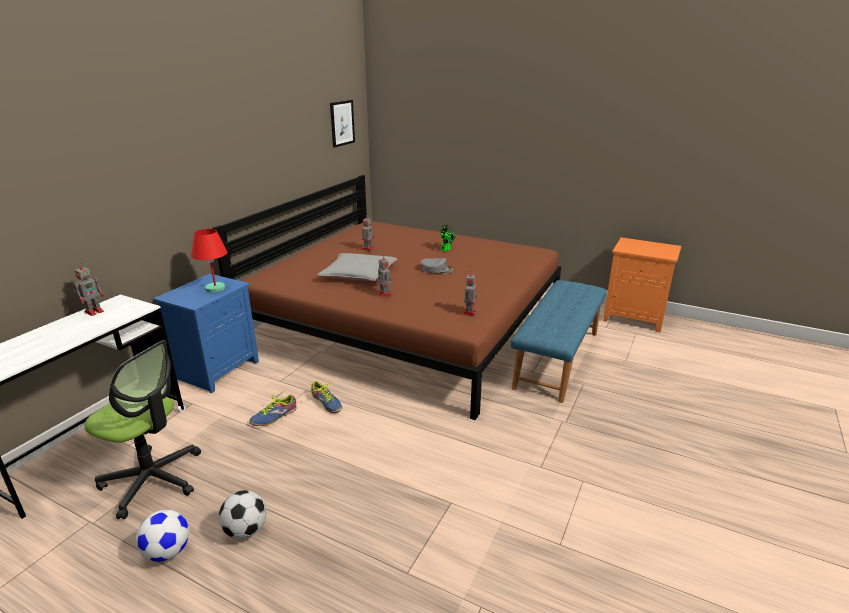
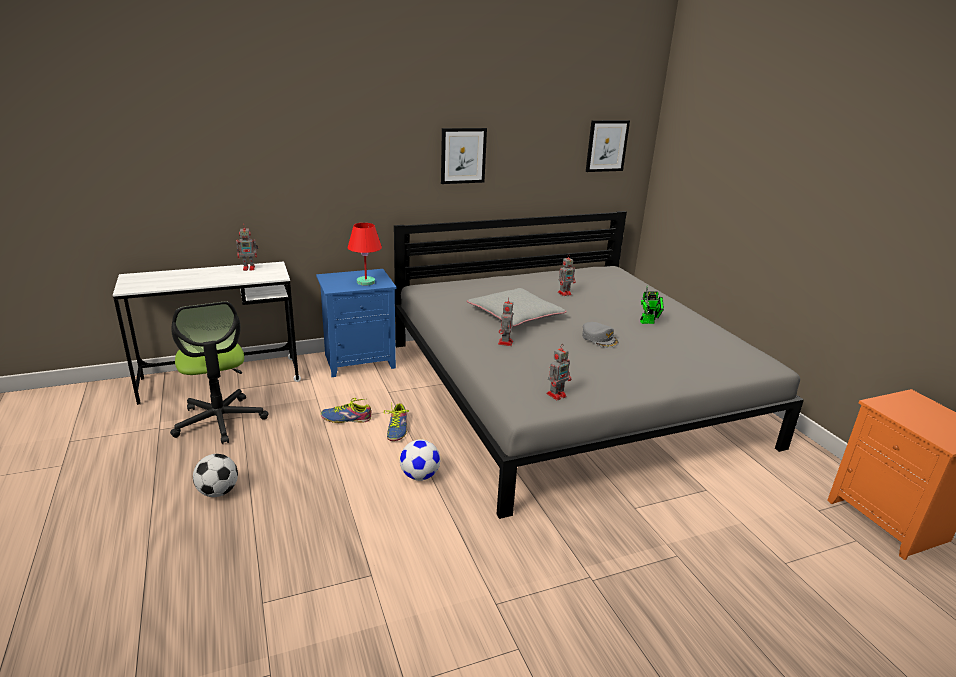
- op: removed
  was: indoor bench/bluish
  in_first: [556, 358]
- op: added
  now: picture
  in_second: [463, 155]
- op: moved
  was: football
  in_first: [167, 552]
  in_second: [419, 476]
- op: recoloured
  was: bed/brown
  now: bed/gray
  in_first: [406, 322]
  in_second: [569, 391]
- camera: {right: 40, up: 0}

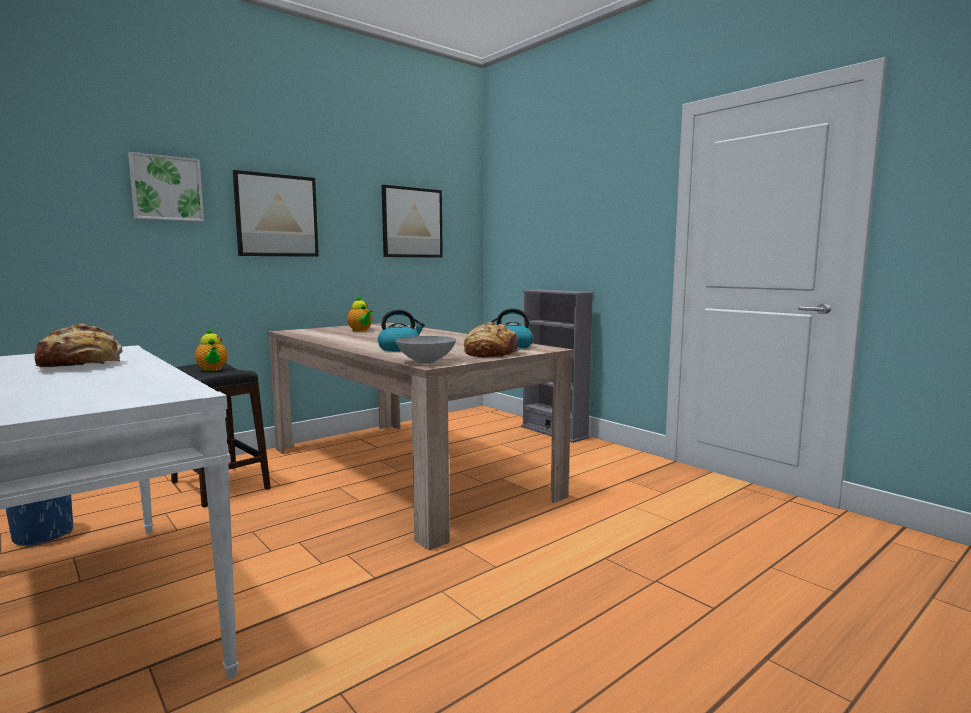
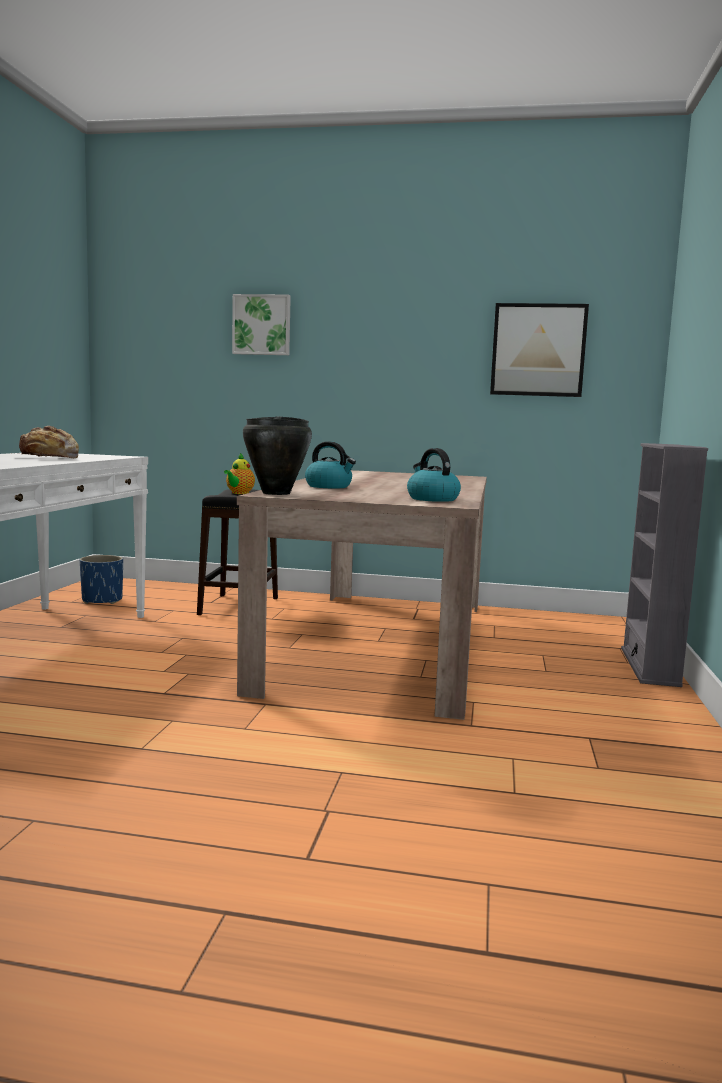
- op: removed
  was: picture
  in_first: [277, 215]
- op: removed
  was: pot for tea
  in_first: [361, 330]
- op: removed
  was: bread
  in_first: [490, 353]
- op: replaced
  was: serving bowl/gray
  now: saucepot/black-coloured
  in_first: [426, 361]
  in_second: [276, 493]
- camera: {right: 50, up: 0}

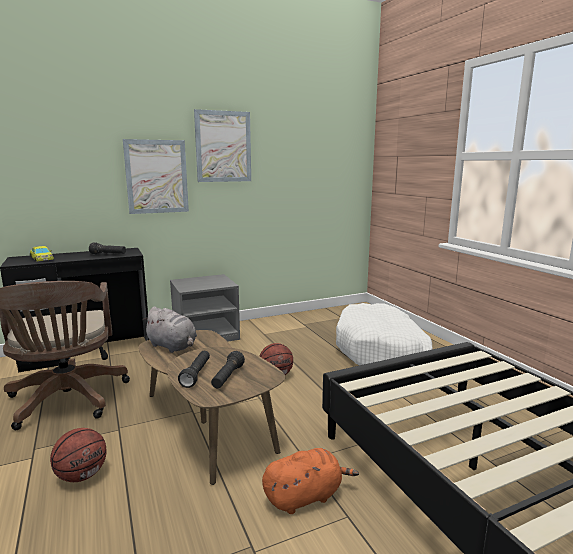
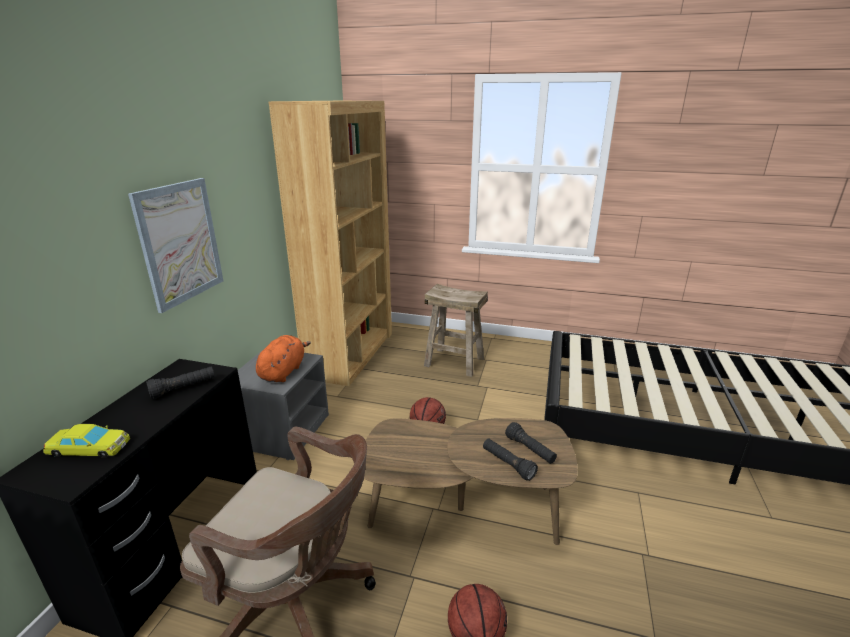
- op: removed
  was: soft toy/gray
  in_first: [173, 346]
- op: removed
  was: picture
  in_first: [223, 146]
- op: added
  now: shelving unit/brown
  in_second: [351, 354]
- op: moved
  was: soft toy/orange-coloured
  in_first: [305, 496]
  in_second: [283, 372]
- op: replaced
  was: dog bed/white
  now: stool/sand-coloured
  in_first: [382, 351]
  in_second: [453, 362]
- camera: {right: -50, up: 10}

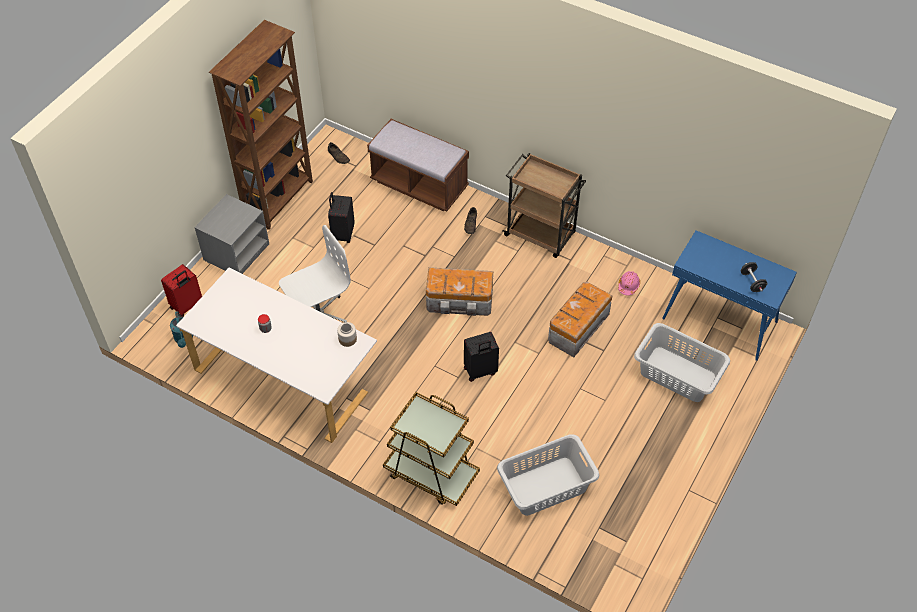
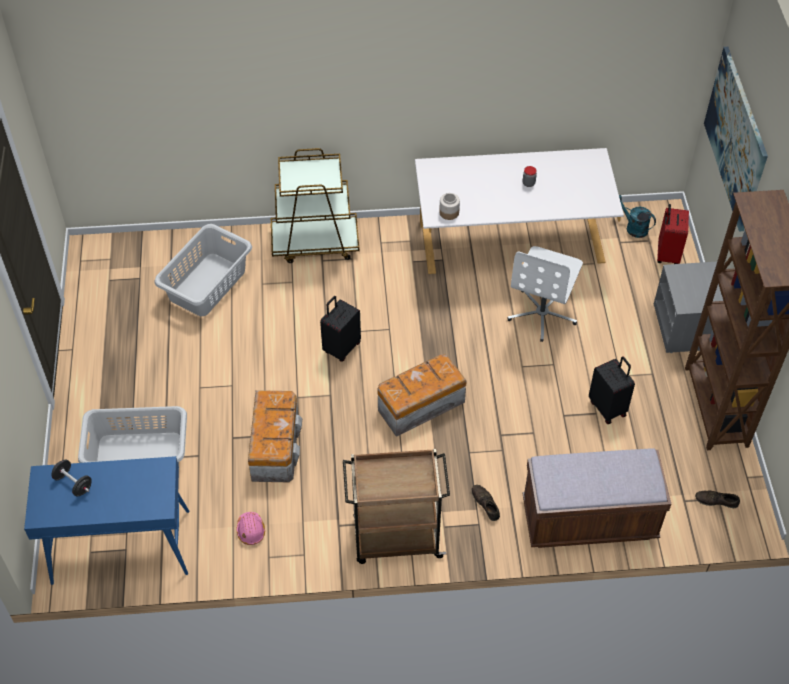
- op: added
  now: picture
  in_second: [735, 138]
- camera: {right: 145, up: 0}

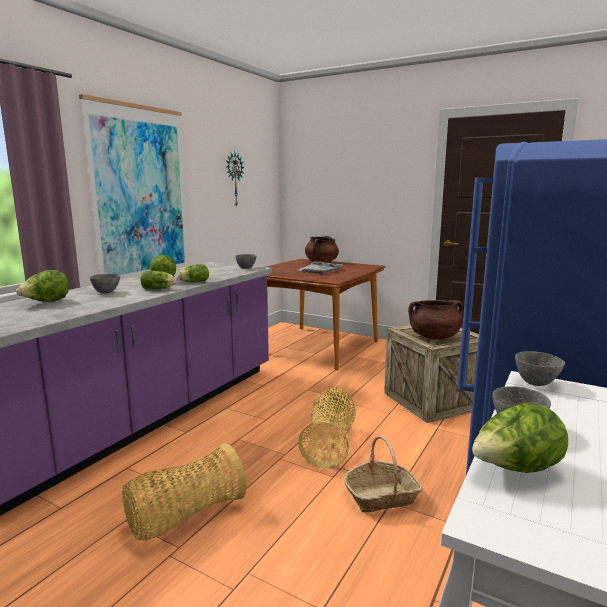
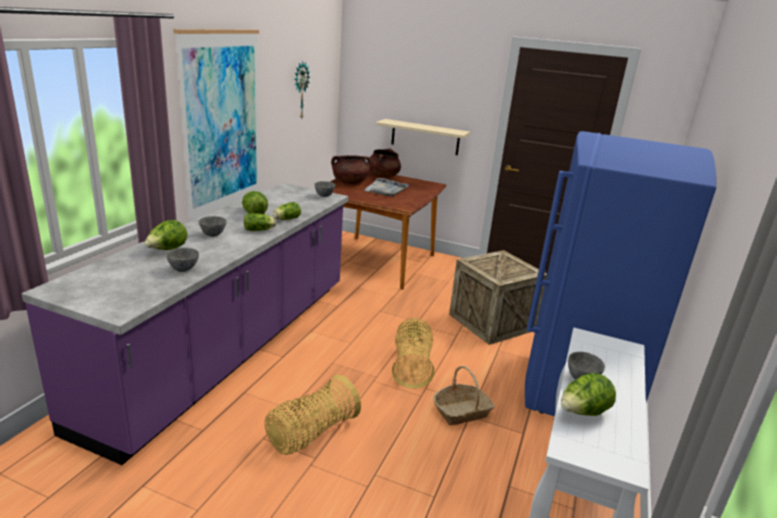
- op: added
  now: shelf/sand-coloured
  in_second: [425, 137]
- op: moved
  was: saucepot/brown
  in_first: [434, 337]
  in_second: [350, 182]
- op: moved
  was: serving bowl/gray
  in_first: [535, 383]
  in_second: [183, 269]
- camera: {right: -10, up: 10}

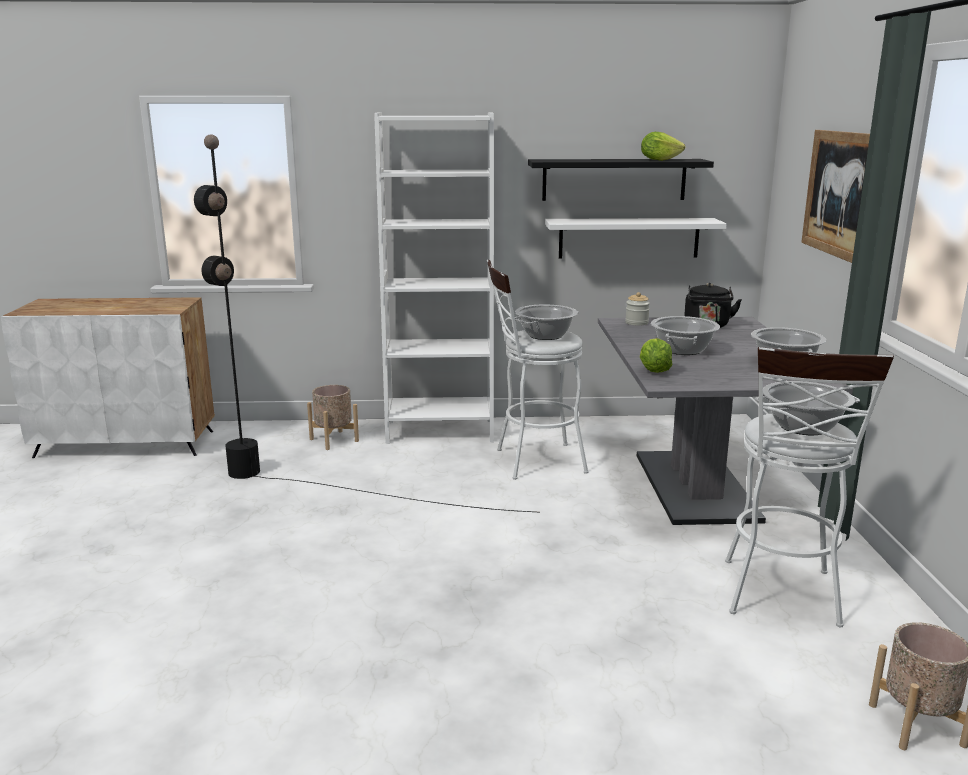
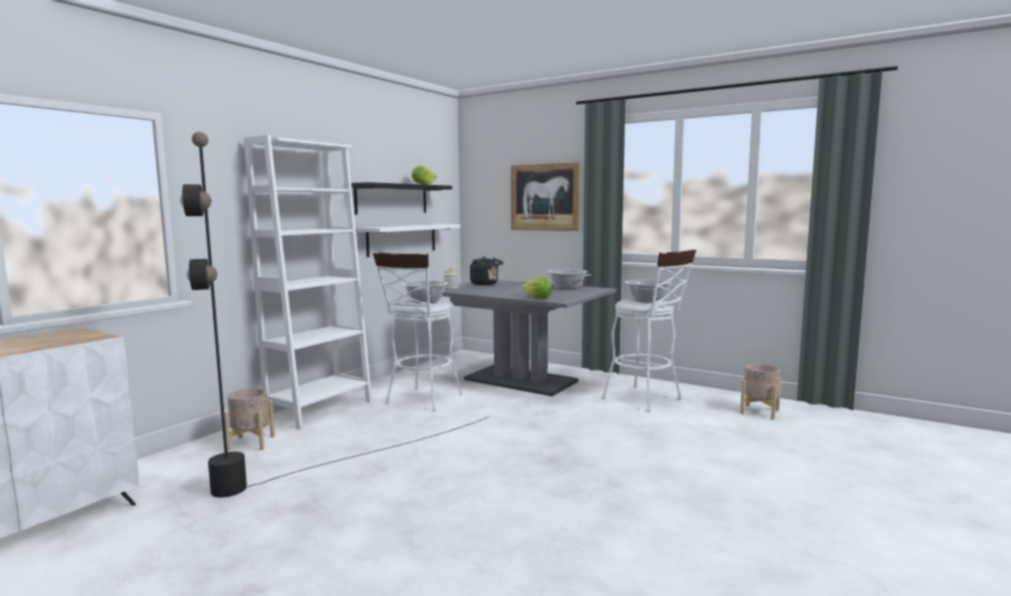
- op: removed
  was: saucepot
  in_first: [683, 350]
- camera: {right: -55, up: -10}

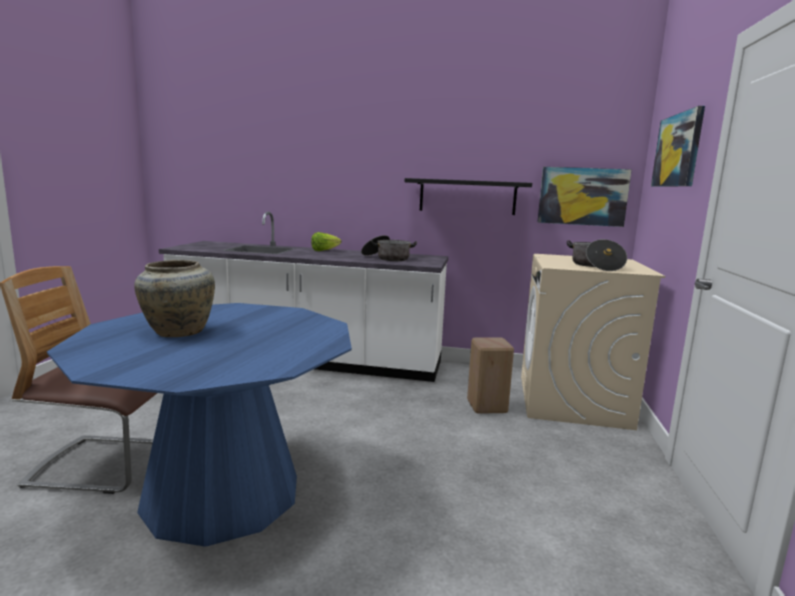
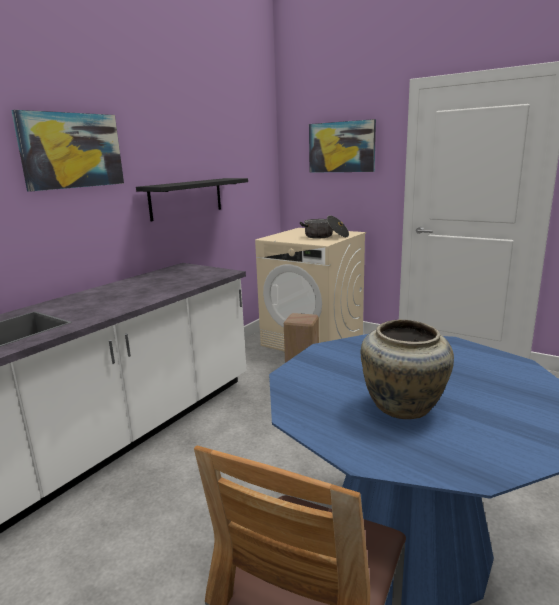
- op: removed
  was: head of lettuce
  in_first: [324, 250]
- op: removed
  was: saucepot
  in_first: [386, 258]
- op: moved
  was: picture
  in_first: [582, 196]
  in_second: [72, 150]
- camera: {right: -65, up: 5}

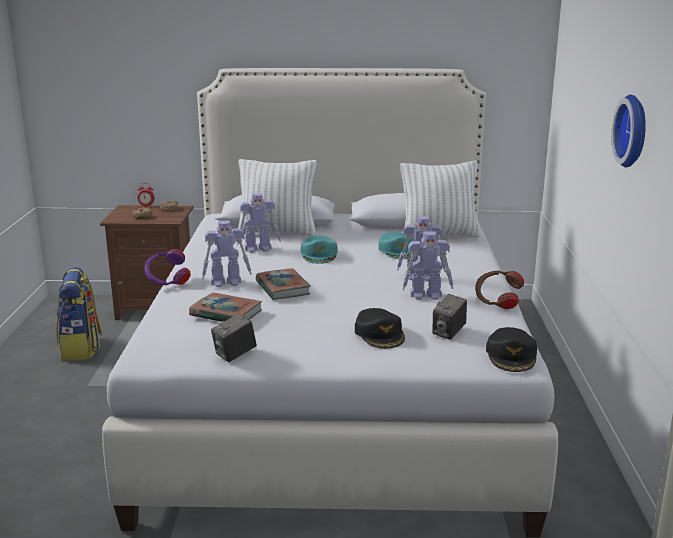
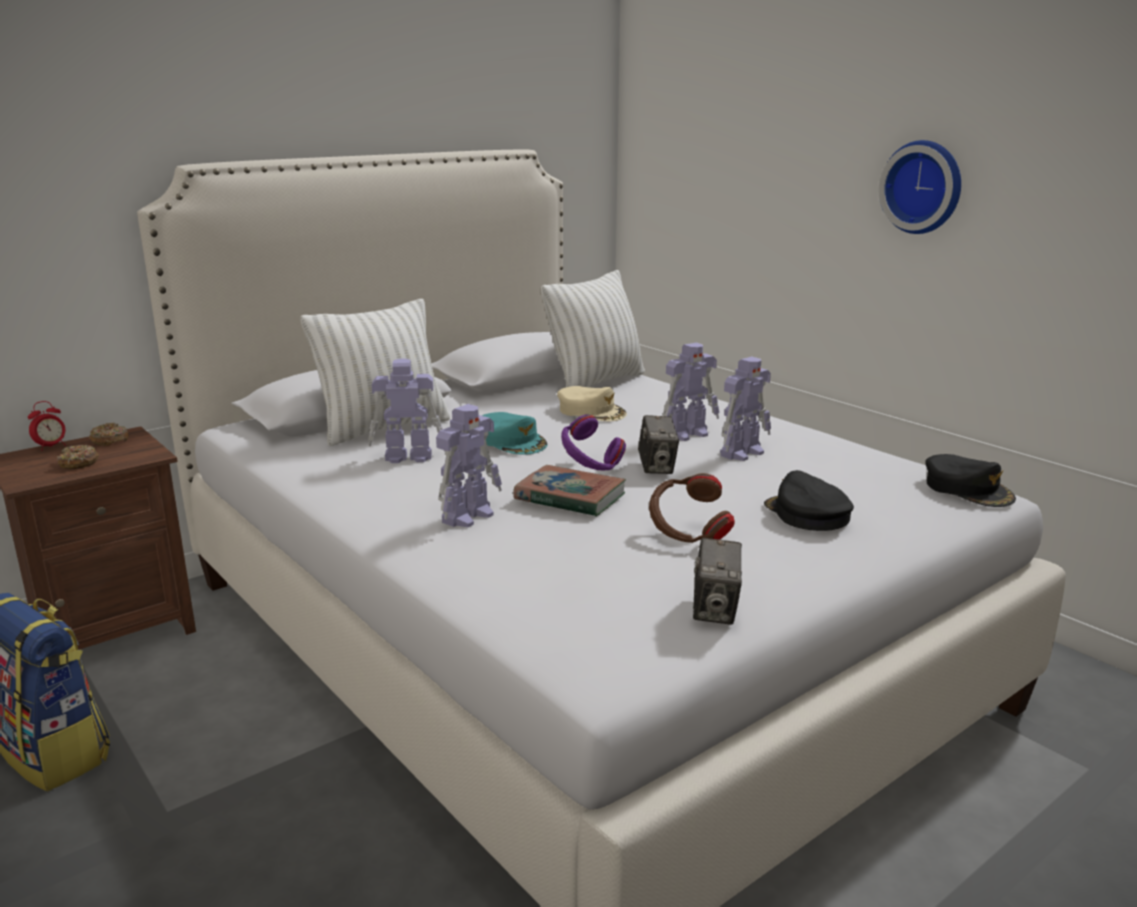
- op: removed
  was: volume
  in_first: [226, 313]
- op: moved
  was: headphones/purple
  in_first: [167, 282]
  in_second: [591, 468]
- op: moved
  was: still camera
  in_first: [448, 333]
  in_second: [657, 468]
- op: moved
  was: headphones/brown
  in_first: [497, 303]
  in_second: [688, 536]
- op: recoloured
  was: baseball cap/turquoise-coloured
  now: baseball cap/sand-coloured
  in_first: [397, 251]
  in_second: [591, 411]
- op: turned
  was: toy robot
  in_first: [259, 249]
  in_second: [407, 457]
  clockwise: -135
- op: turned
  was: baseball cap/black-coloured
  in_first: [380, 334]
  in_second: [806, 514]
  clockwise: -150
- camera: {right: -40, up: 0}

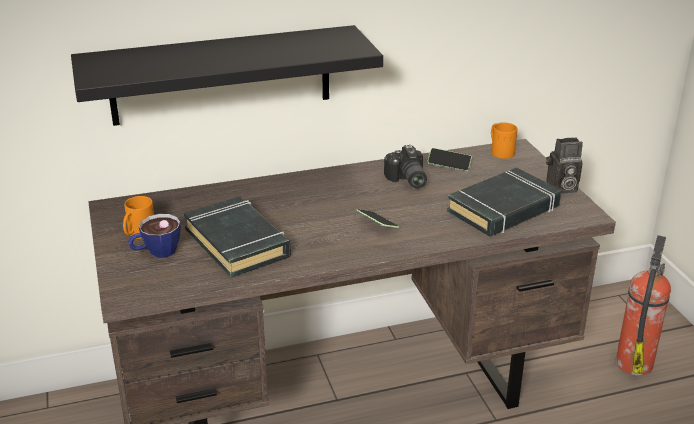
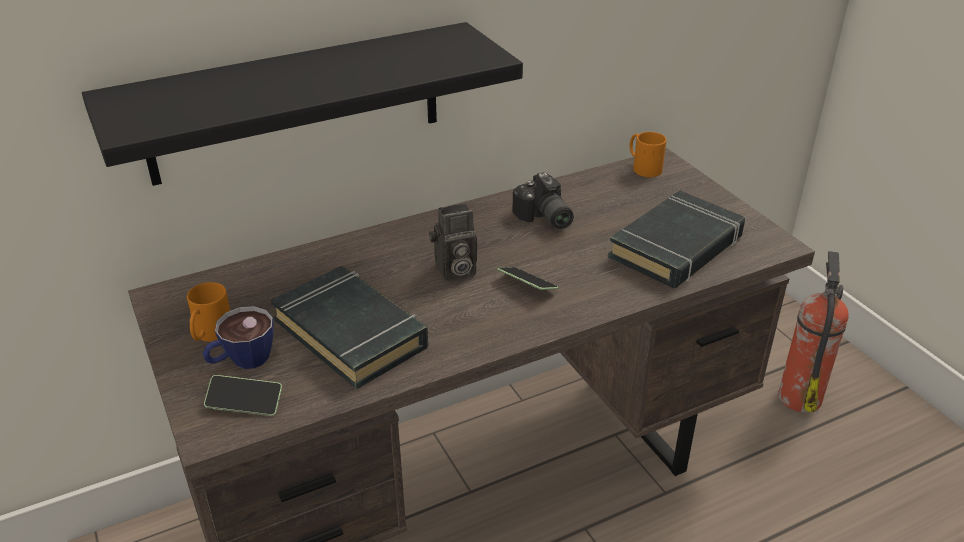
- op: moved
  was: phone
  in_first: [449, 165]
  in_second: [245, 403]
- op: moved
  was: still camera
  in_first: [560, 188]
  in_second: [454, 271]
- camera: {right: -10, up: 5}

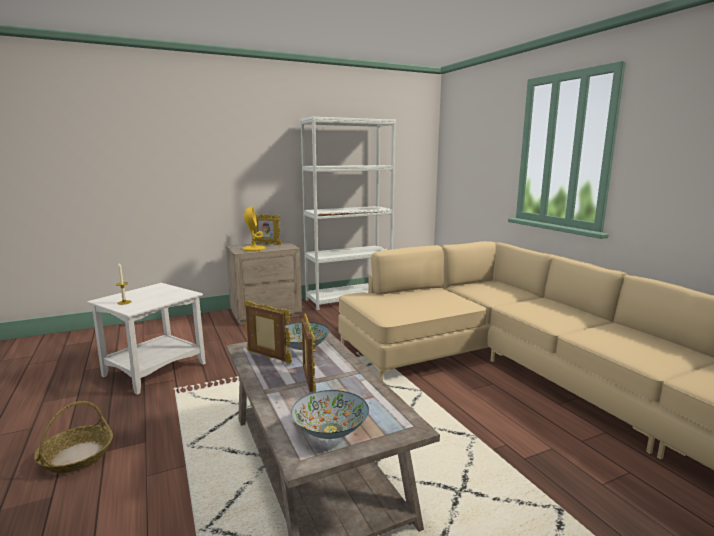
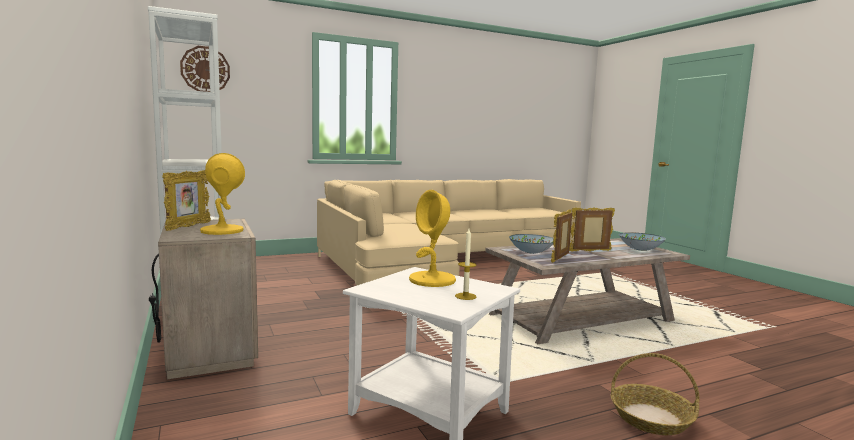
- op: added
  now: clock on the wall
  in_second: [205, 69]
- op: added
  now: table lamp/yellow
  in_second: [432, 280]
- camera: {right: -90, up: -5}

